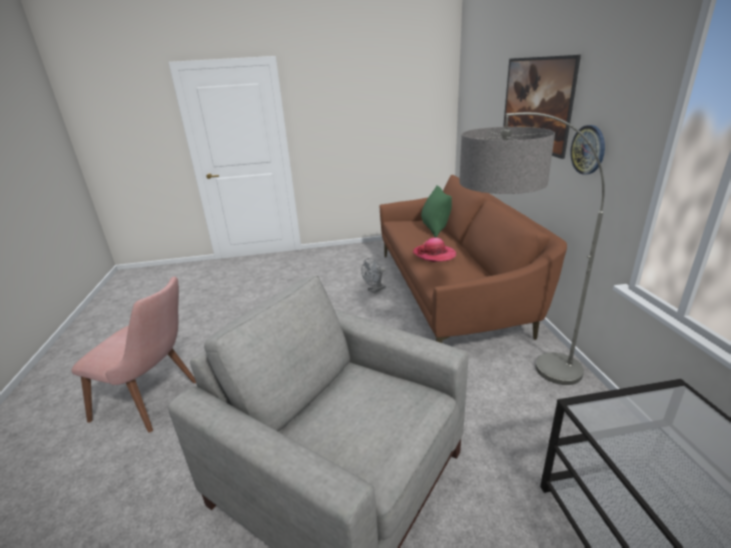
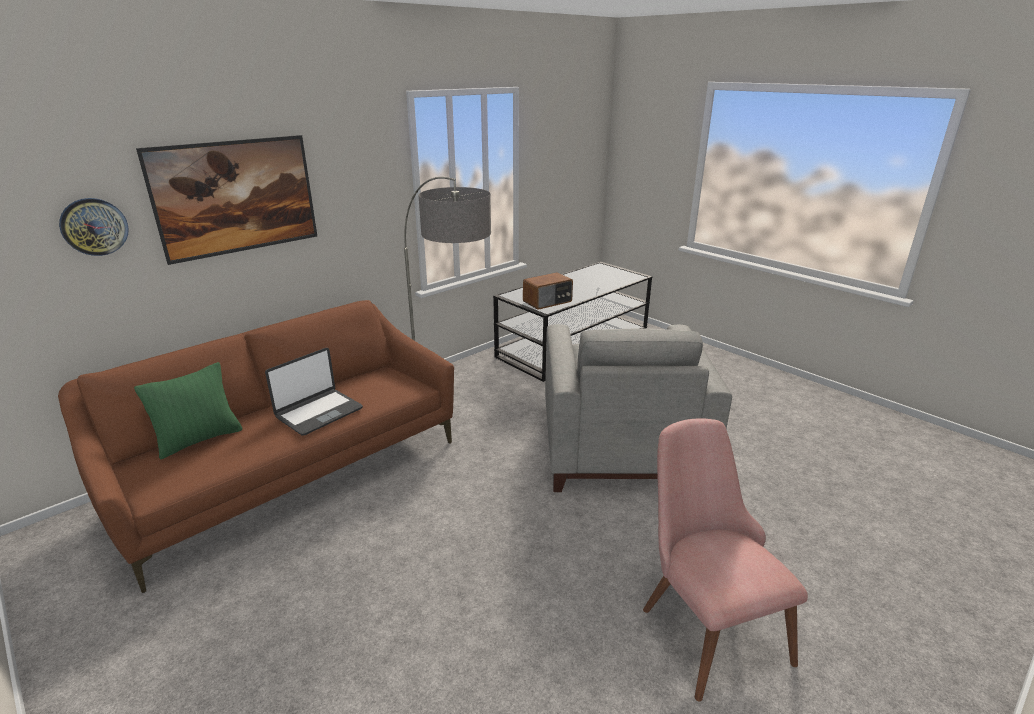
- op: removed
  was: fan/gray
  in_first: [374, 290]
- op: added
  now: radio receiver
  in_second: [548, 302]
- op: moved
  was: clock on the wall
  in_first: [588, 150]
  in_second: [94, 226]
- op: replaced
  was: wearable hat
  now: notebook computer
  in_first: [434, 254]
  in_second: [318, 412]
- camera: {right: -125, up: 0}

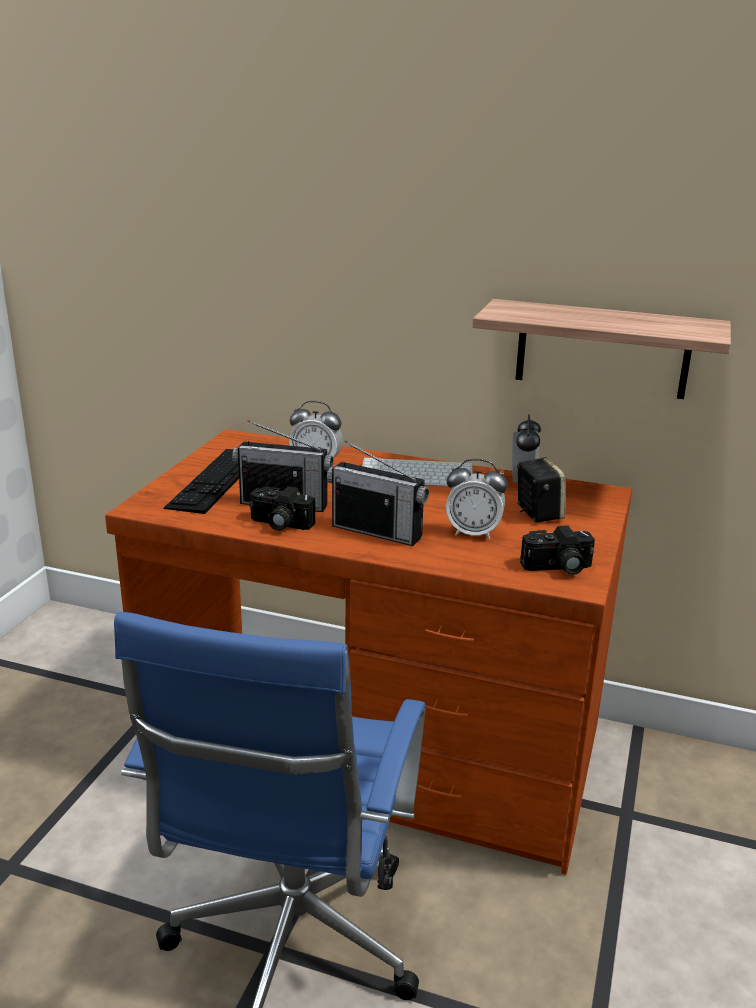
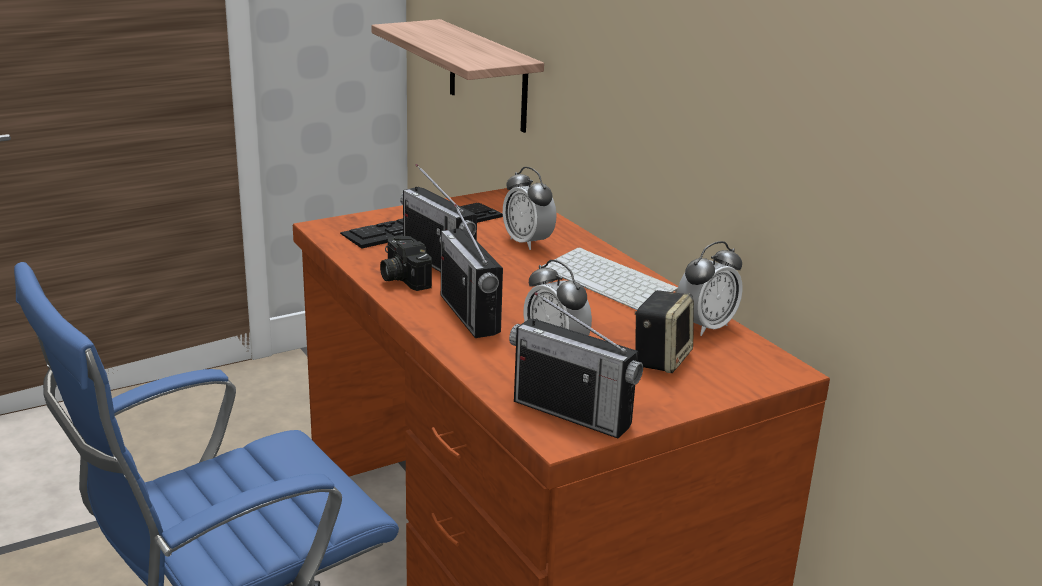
- op: moved
  was: shelf
  in_first: [602, 349]
  in_second: [487, 76]
- op: replaced
  was: still camera
  now: radio receiver
  in_first: [558, 568]
  in_second: [572, 413]
- camera: {right: 40, up: 0}

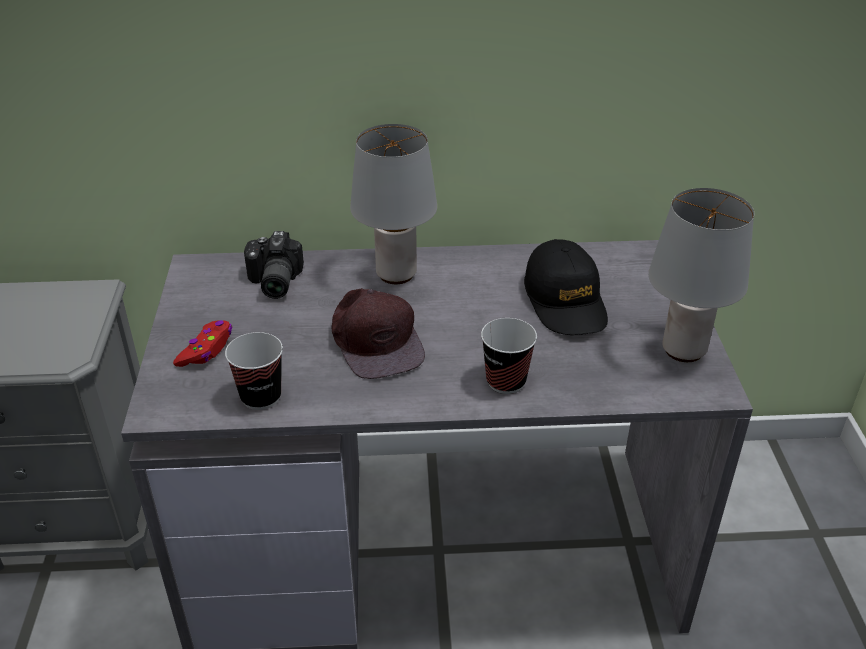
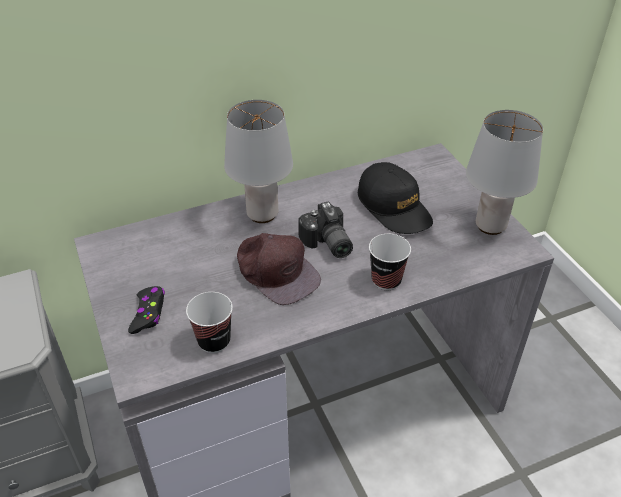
- op: moved
  was: still camera
  in_first: [272, 282]
  in_second: [326, 244]
- op: recoloured
  was: gamepad/red-coloured
  now: gamepad/black-coloured
  in_first: [206, 350]
  in_second: [148, 313]
- camera: {right: -20, up: 5}

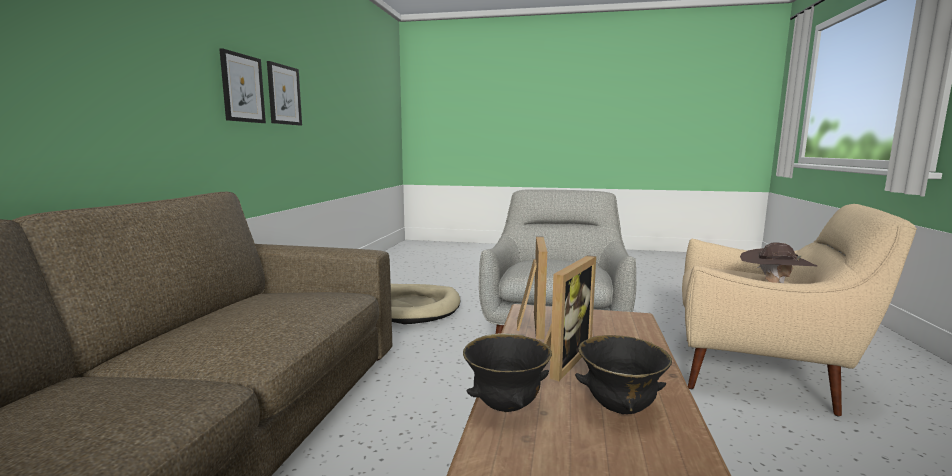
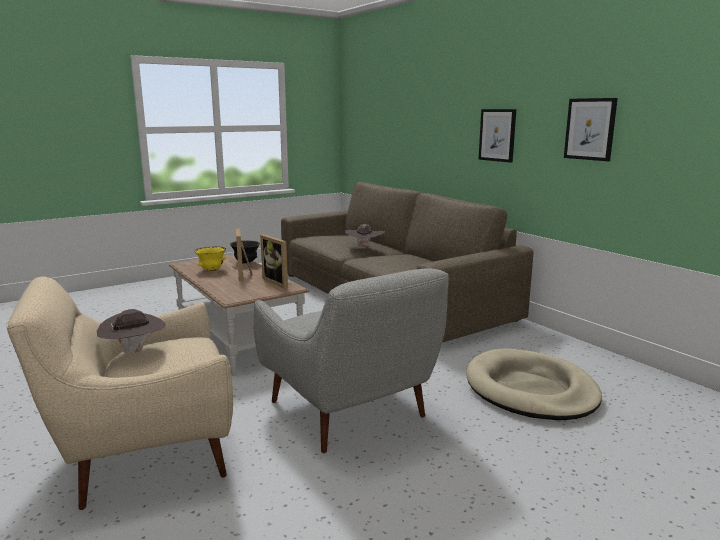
- op: added
  now: wearable hat/brown
  in_second: [364, 248]
- op: moved
  was: picture
  in_first: [284, 95]
  in_second: [497, 135]
- op: recoloured
  was: serving bowl/black-coloured
  now: serving bowl/yellow
  in_first: [619, 409]
  in_second: [212, 270]
- camera: {right: 135, up: 5}

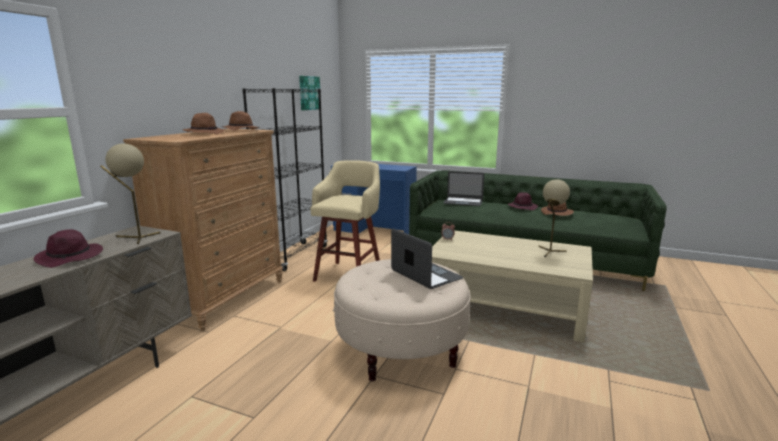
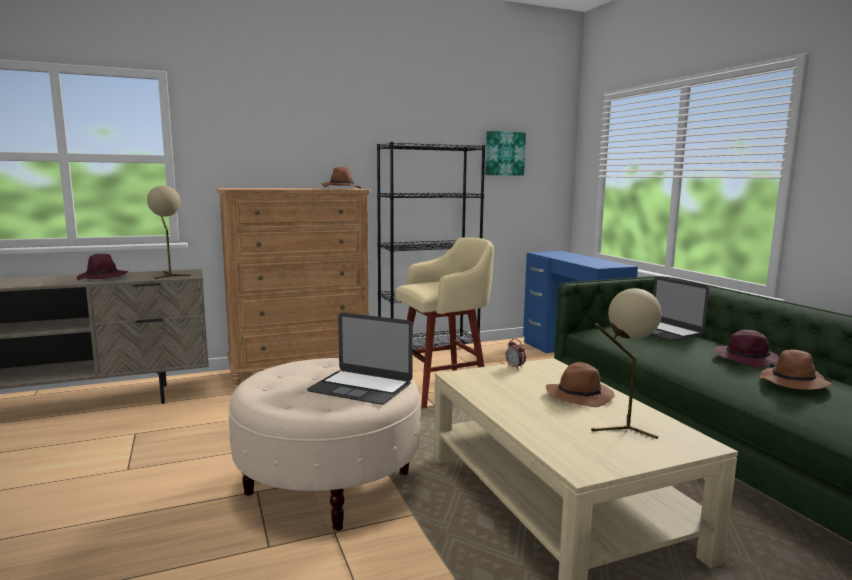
- op: moved
  was: wearable hat/brown
  in_first: [204, 133]
  in_second: [580, 395]
- op: turned
  was: notebook computer
  in_first: [426, 274]
  in_second: [360, 387]
  clockwise: 105
- camera: {right: 45, up: -5}

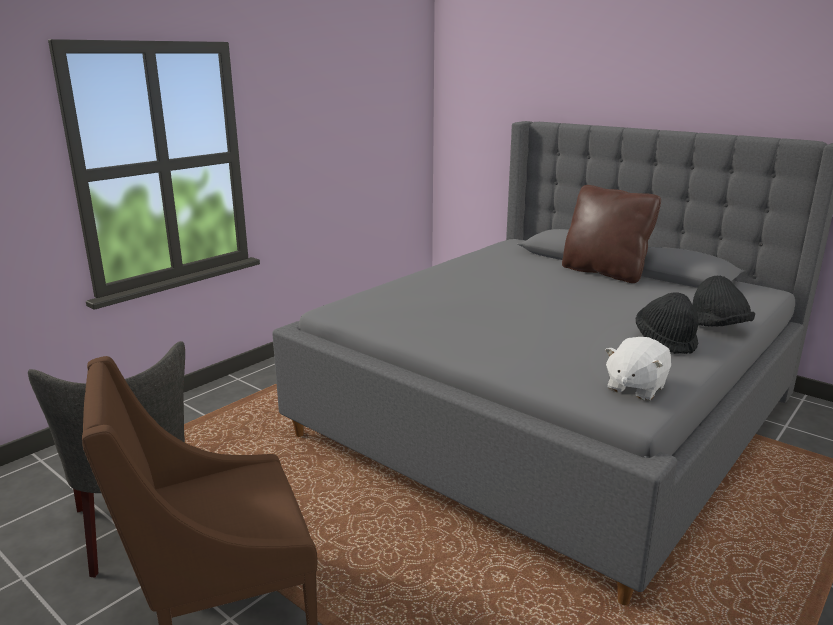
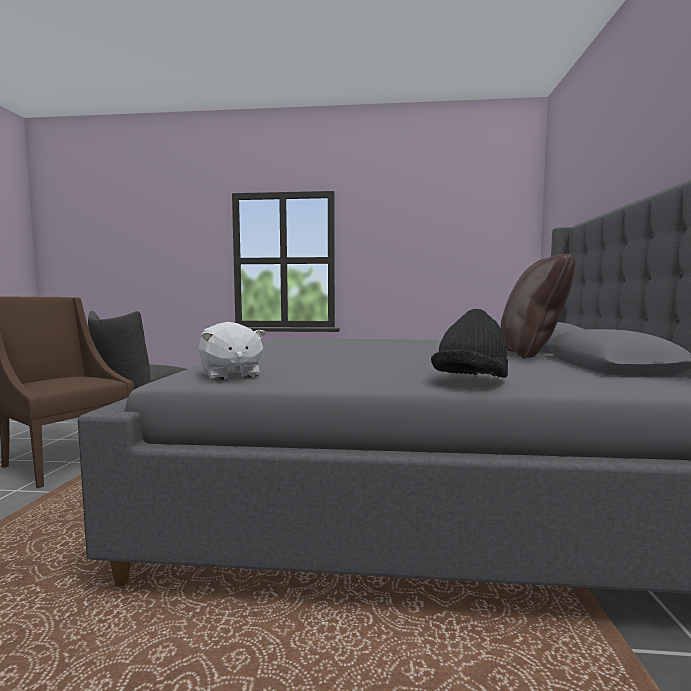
- op: removed
  was: wearable hat/black-coloured
  in_first: [665, 341]
- op: turned
  was: soft toy/white
  in_first: [635, 387]
  in_second: [230, 375]
  clockwise: -120
- camera: {right: 55, up: -15}

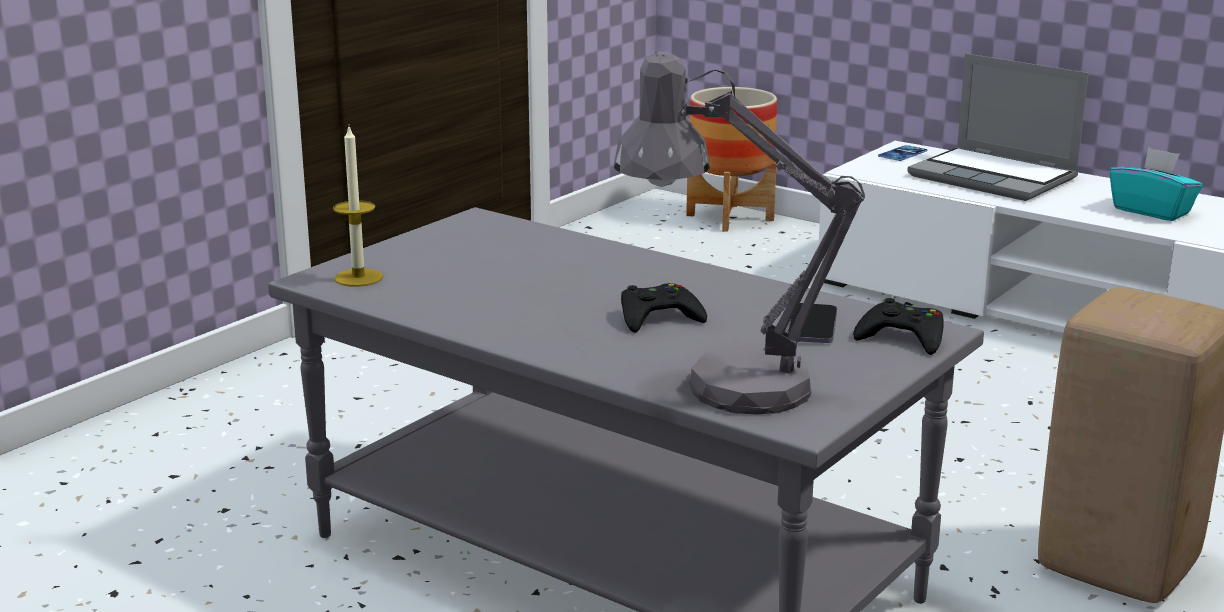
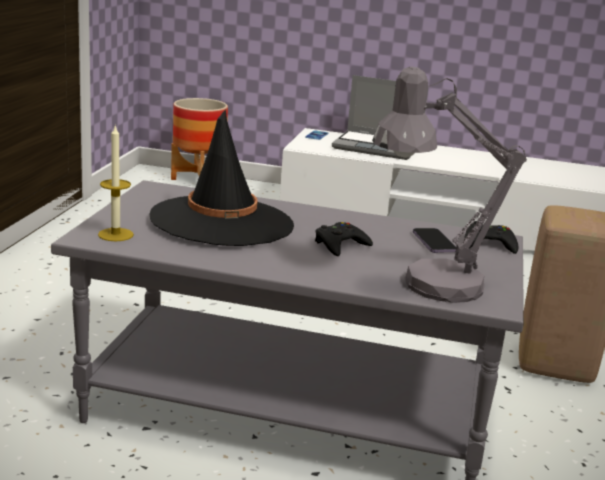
- op: removed
  was: box of tissues/turquoise-coloured
  in_first: [1151, 211]
- op: added
  now: wearable hat/black-coloured
  in_second: [222, 222]
- camera: {right: -25, up: 0}

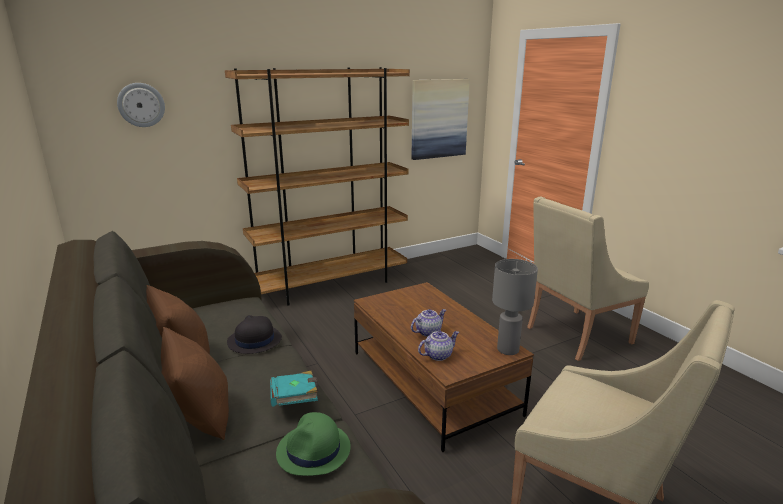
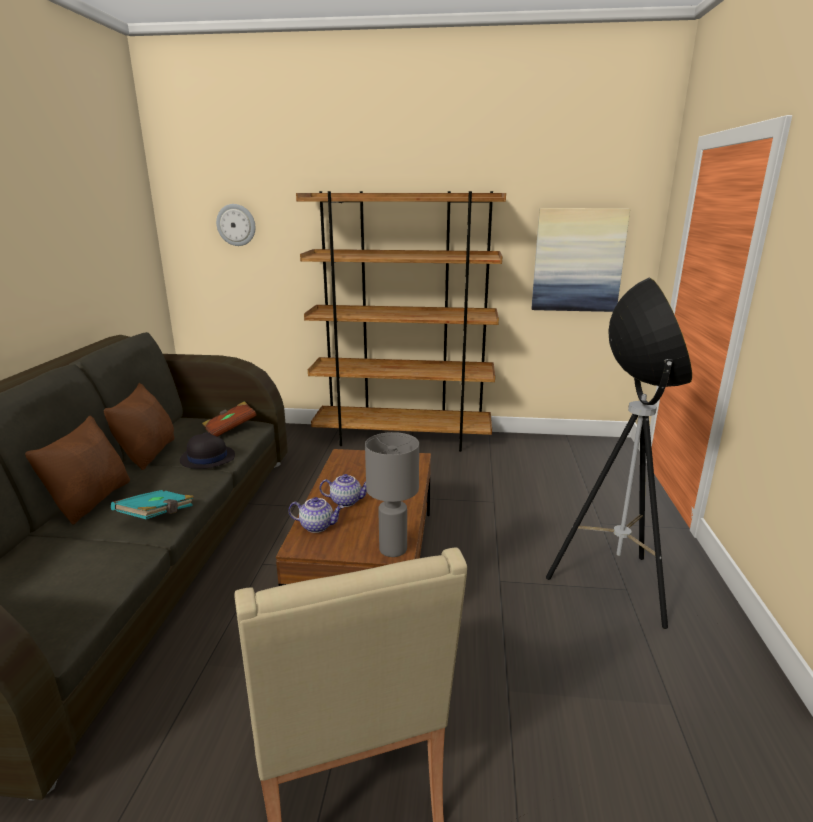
- op: removed
  was: wearable hat/green-coloured
  in_first: [314, 451]
- op: added
  now: volume/brown
  in_second: [230, 429]
- op: replaced
  was: easy chair/sand-coloured
  now: floor lamp
  in_first: [575, 335]
  in_second: [612, 586]
- camera: {right: 35, up: 0}

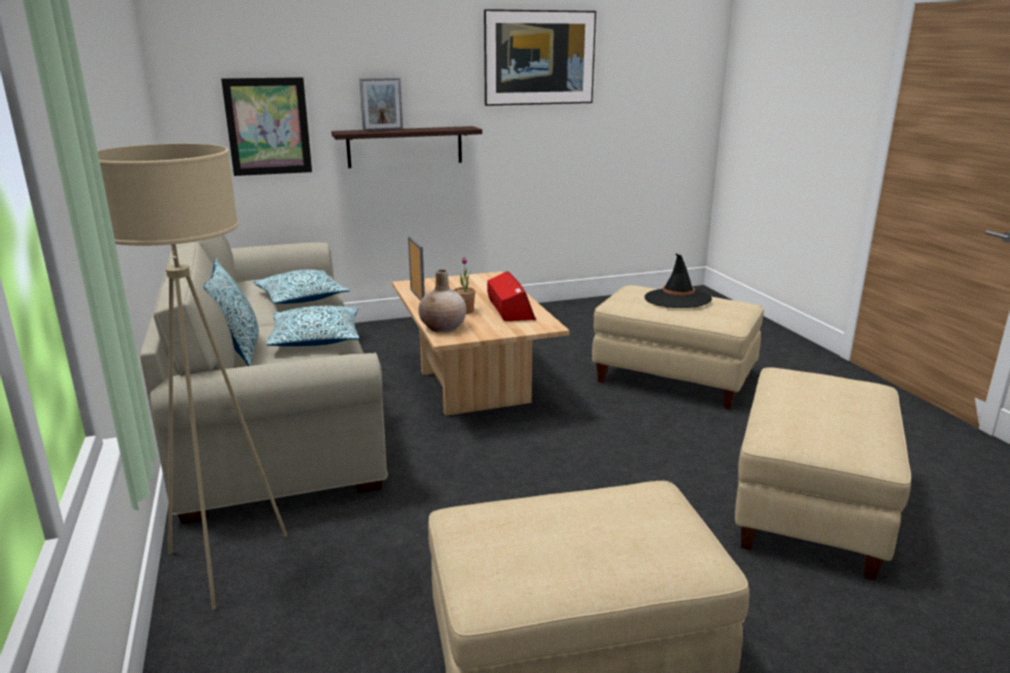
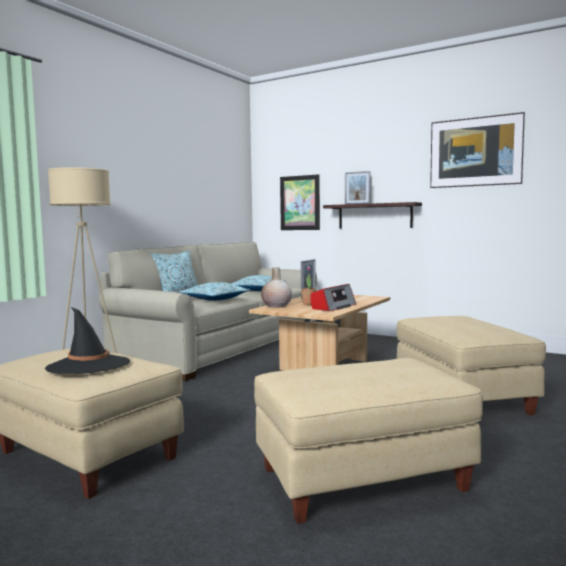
- op: moved
  was: wearable hat/black-coloured
  in_first: [677, 299]
  in_second: [88, 366]
- camera: {right: 50, up: -15}

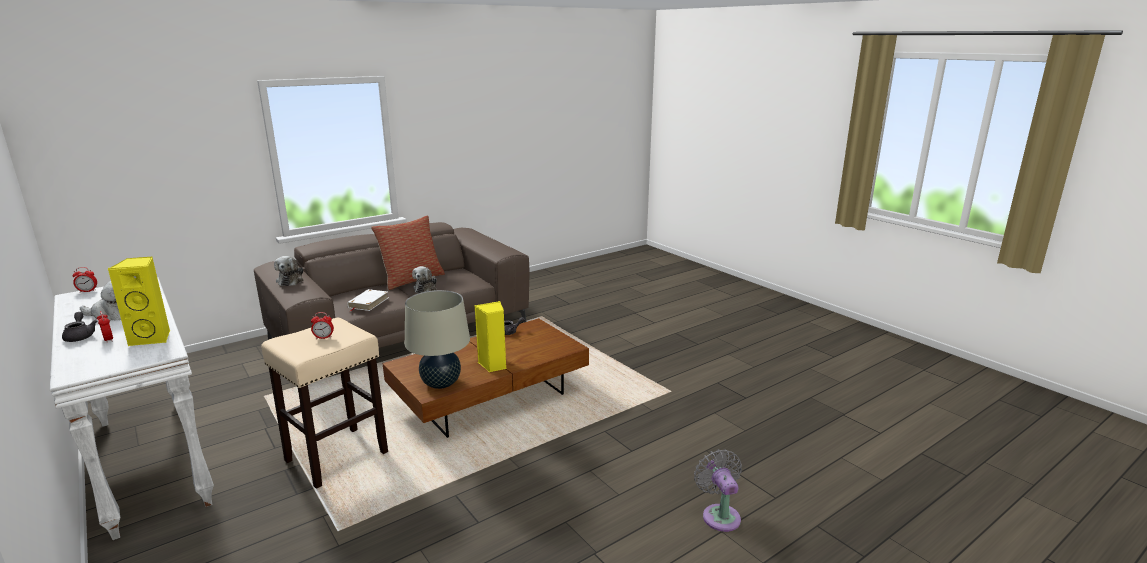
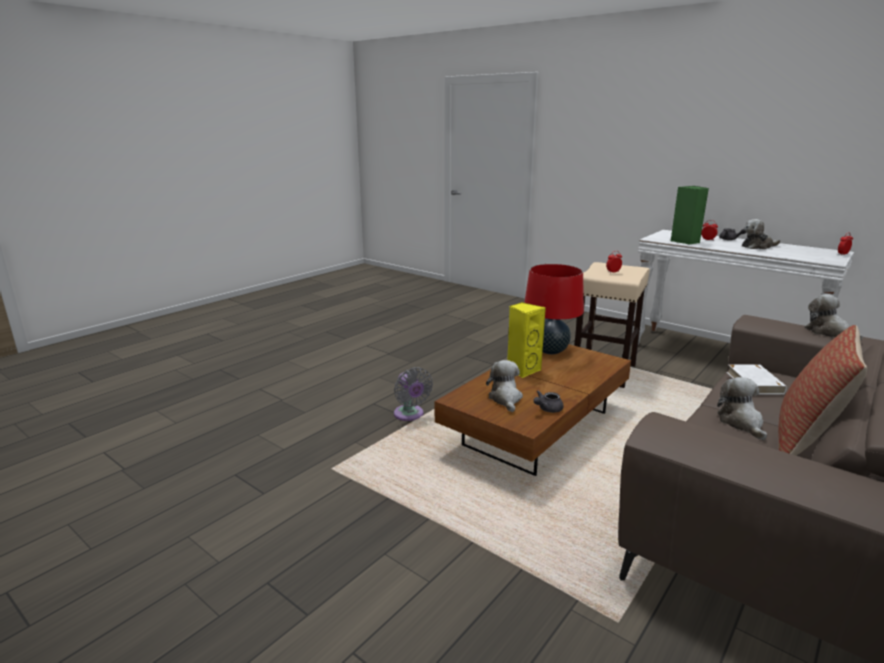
- op: added
  now: soft toy
  in_second: [505, 399]
- op: moved
  was: fan/gray
  in_first: [719, 515]
  in_second: [410, 415]
- op: recoloured
  was: speaker/yellow
  now: speaker/green-coloured
  in_first: [153, 338]
  in_second: [685, 241]
- op: recoloured
  was: table lamp/sand-coloured
  now: table lamp/red-coloured
  in_first: [441, 383]
  in_second: [550, 350]
- camera: {right: 165, up: 0}

